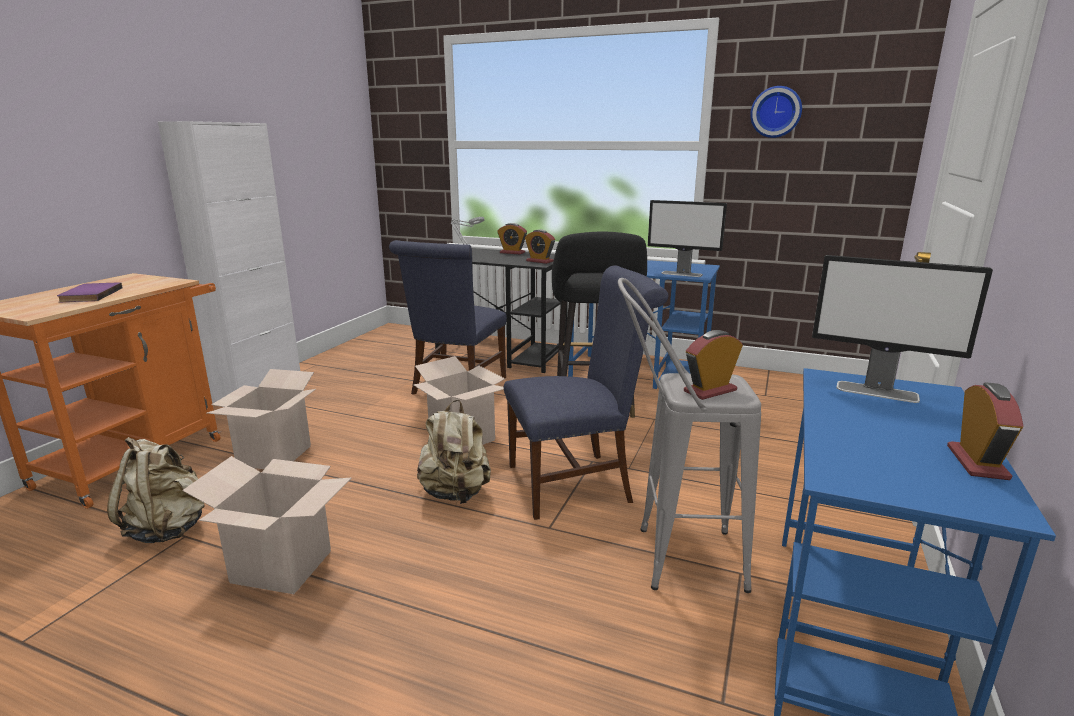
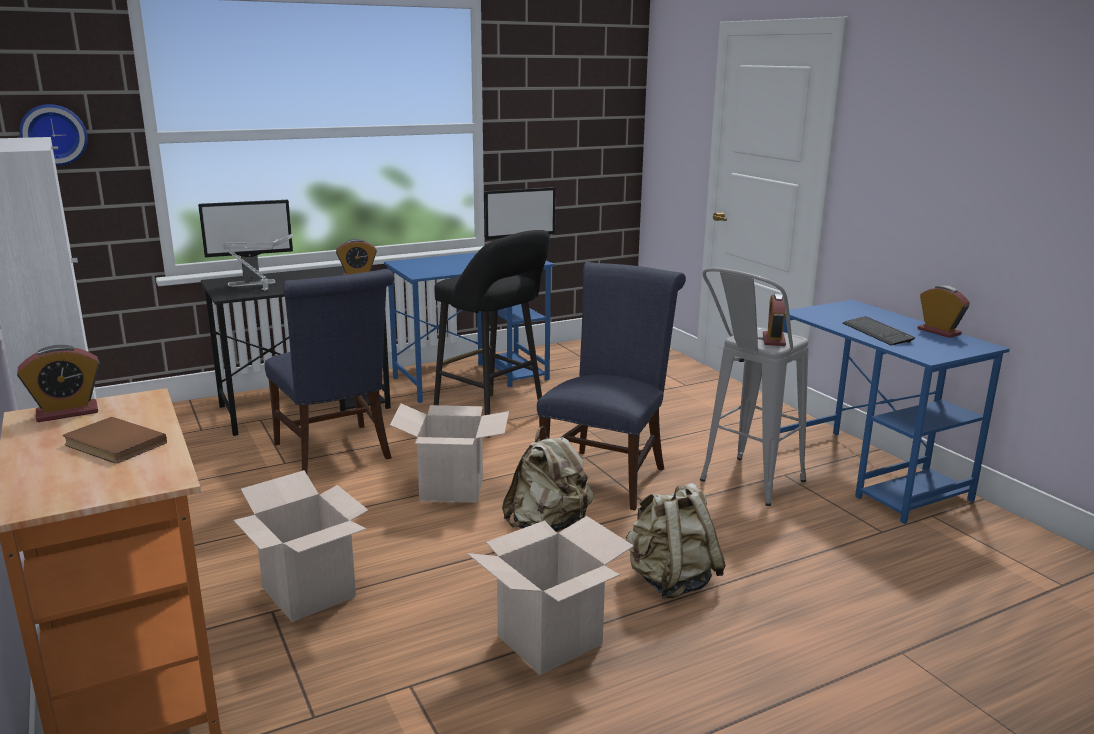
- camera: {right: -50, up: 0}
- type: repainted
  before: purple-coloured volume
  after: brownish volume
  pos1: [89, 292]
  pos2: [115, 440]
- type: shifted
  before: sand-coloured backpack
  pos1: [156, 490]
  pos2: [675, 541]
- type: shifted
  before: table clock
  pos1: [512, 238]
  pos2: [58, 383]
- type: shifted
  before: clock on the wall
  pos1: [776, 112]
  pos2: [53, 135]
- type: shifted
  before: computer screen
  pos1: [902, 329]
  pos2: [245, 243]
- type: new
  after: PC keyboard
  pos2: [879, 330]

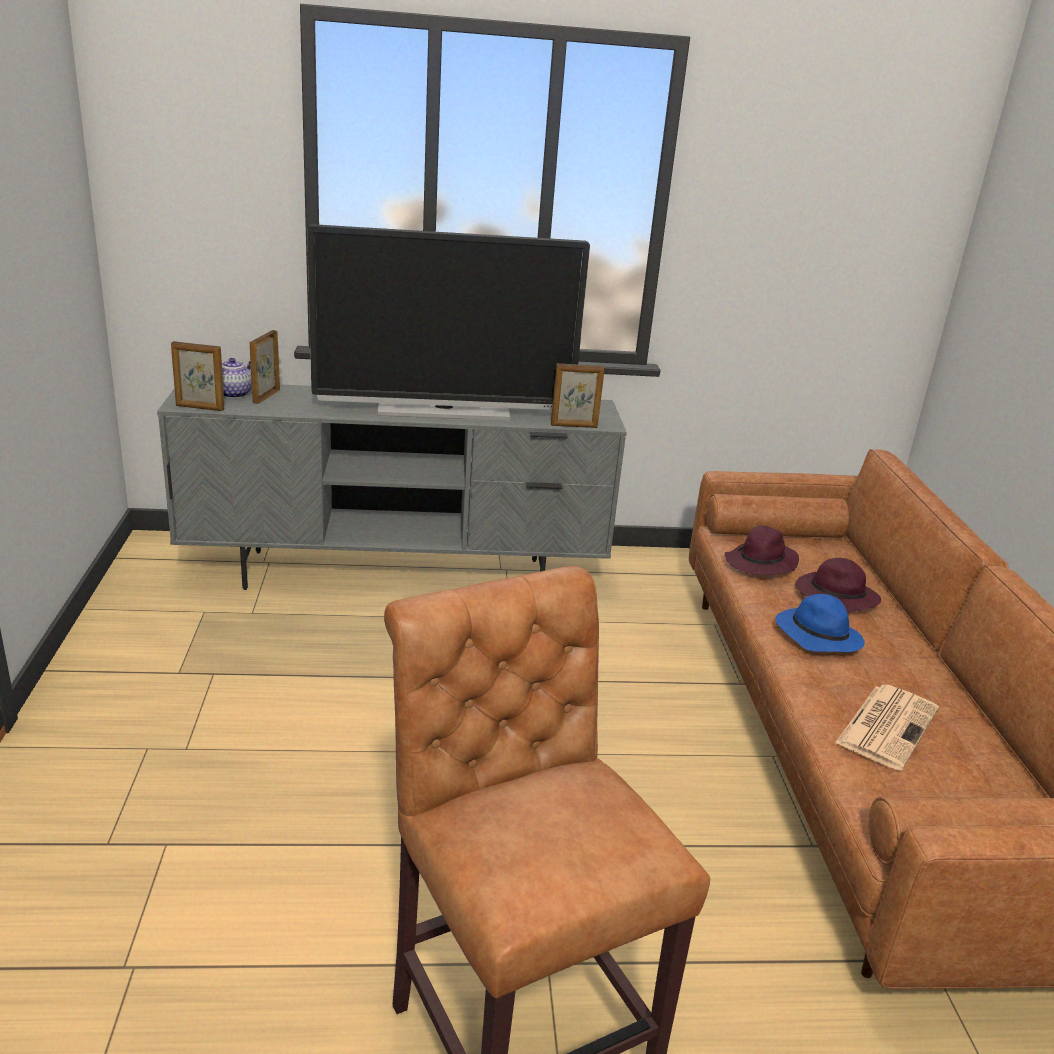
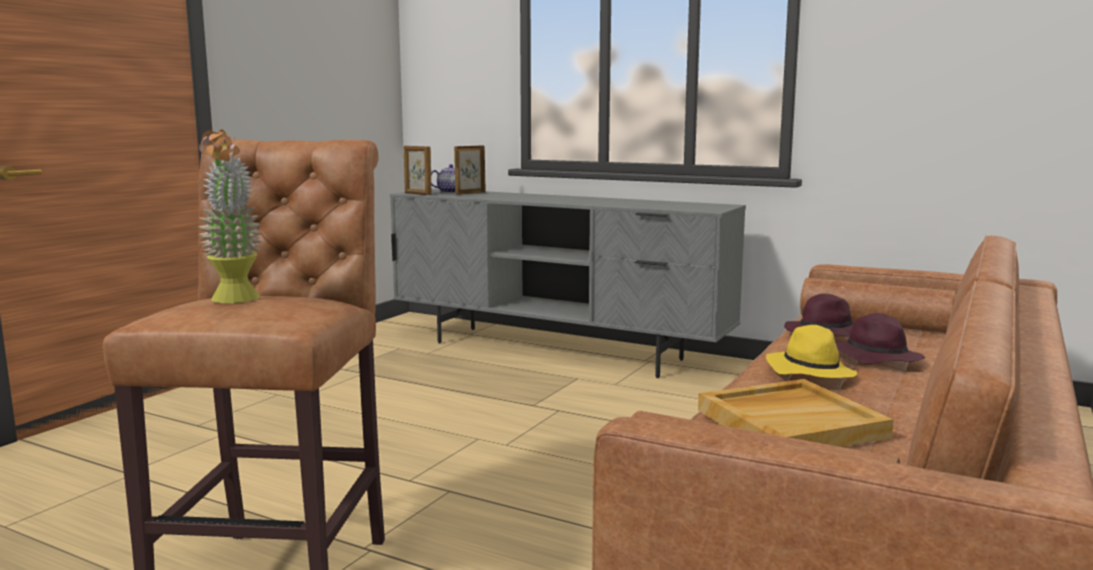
- camera: {right: 35, up: -15}
- type: gone
  before: television
  pos1: [448, 322]
- type: gone
  before: picture frame
  pos1: [578, 395]
- type: repainted
  before: bluish hat
  after: yellow-coloured hat
  pos1: [820, 623]
  pos2: [812, 351]
- type: swapped
  before: daily paper
  after: sand-coloured carrying tray
  pos1: [887, 727]
  pos2: [796, 413]
- type: new
  after: potted plant
  pos2: [230, 216]

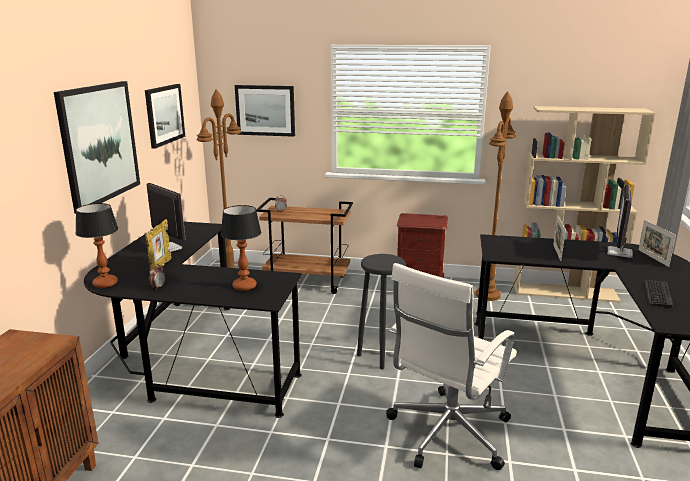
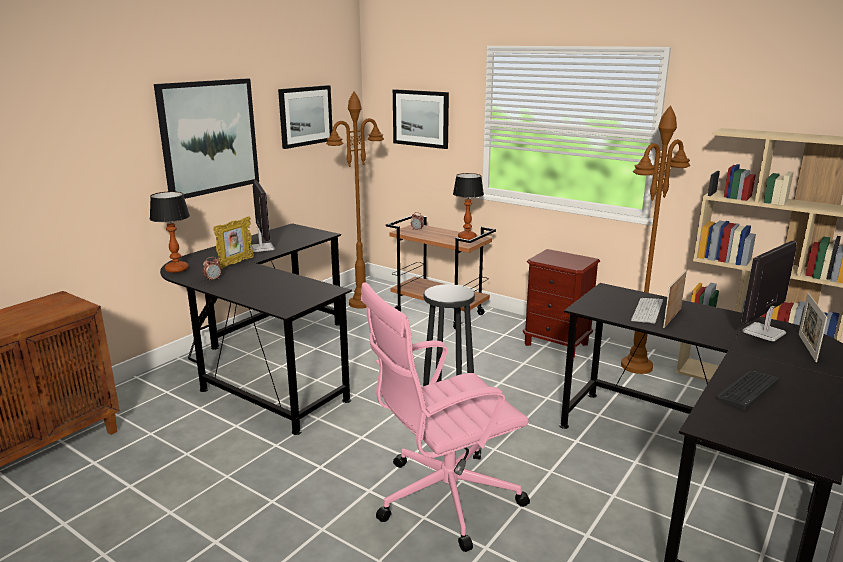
- camera: {right: 25, up: 0}
- type: shifted
  before: lamp for a table
  pos1: [241, 248]
  pos2: [468, 206]
- type: repainted
  before: white computer chair
  after: pink computer chair
  pos1: [451, 366]
  pos2: [445, 417]
- type: new
  after: PC keyboard
  pos2: [647, 310]

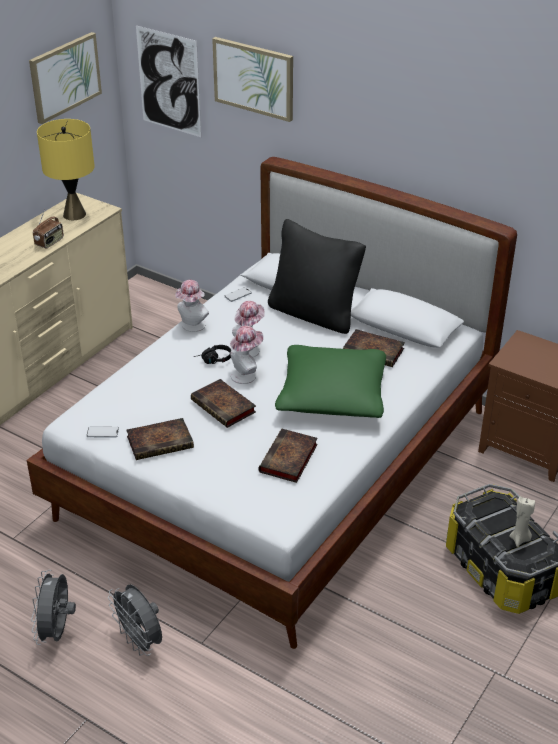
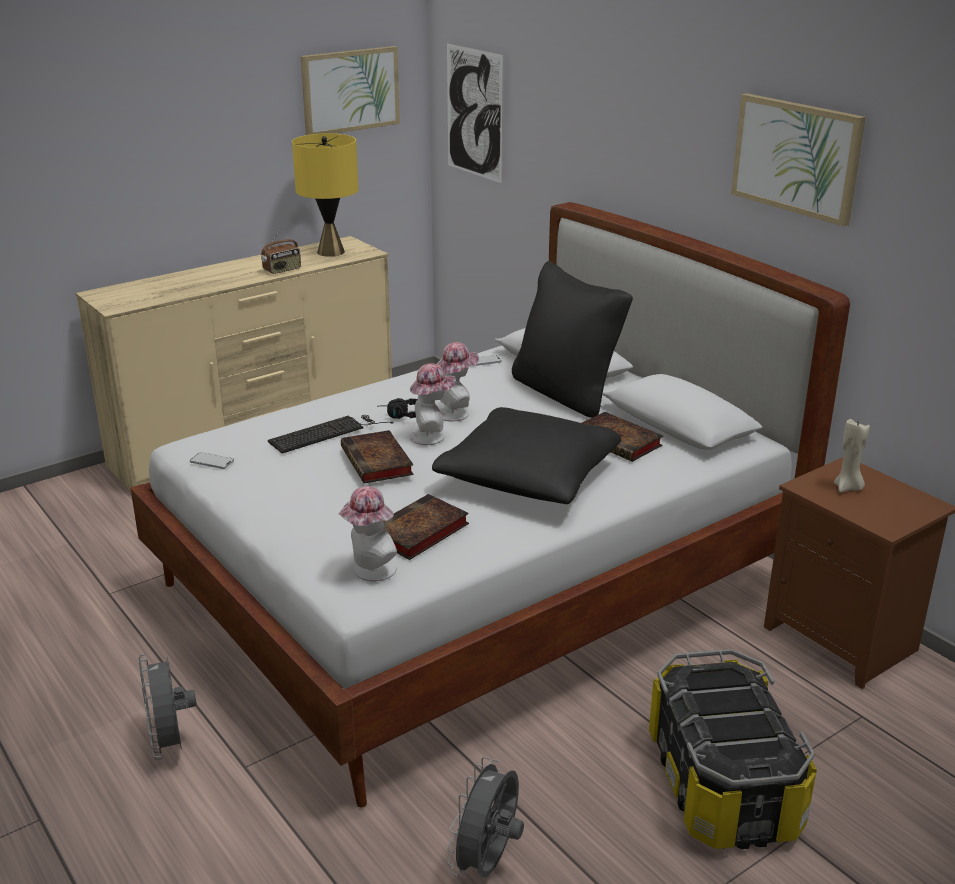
- camera: {right: 20, up: -10}
- type: shifted
  before: grey electric fan
  pos1: [53, 607]
  pos2: [485, 817]
- type: gone
  before: volume
  pos1: [160, 439]
- type: shifted
  before: hat
  pos1: [192, 306]
  pos2: [367, 533]
- type: shifted
  before: wall picture
  pos1: [252, 79]
  pos2: [798, 159]
- type: repainted
  before: green-coloured throw pillow
  after: blackish throw pillow
  pos1: [330, 381]
  pos2: [526, 455]
- type: shifted
  before: sand-coloured wax light
  pos1: [522, 521]
  pos2: [852, 455]
- type: new
  after: PC keyboard
  pos2: [331, 434]

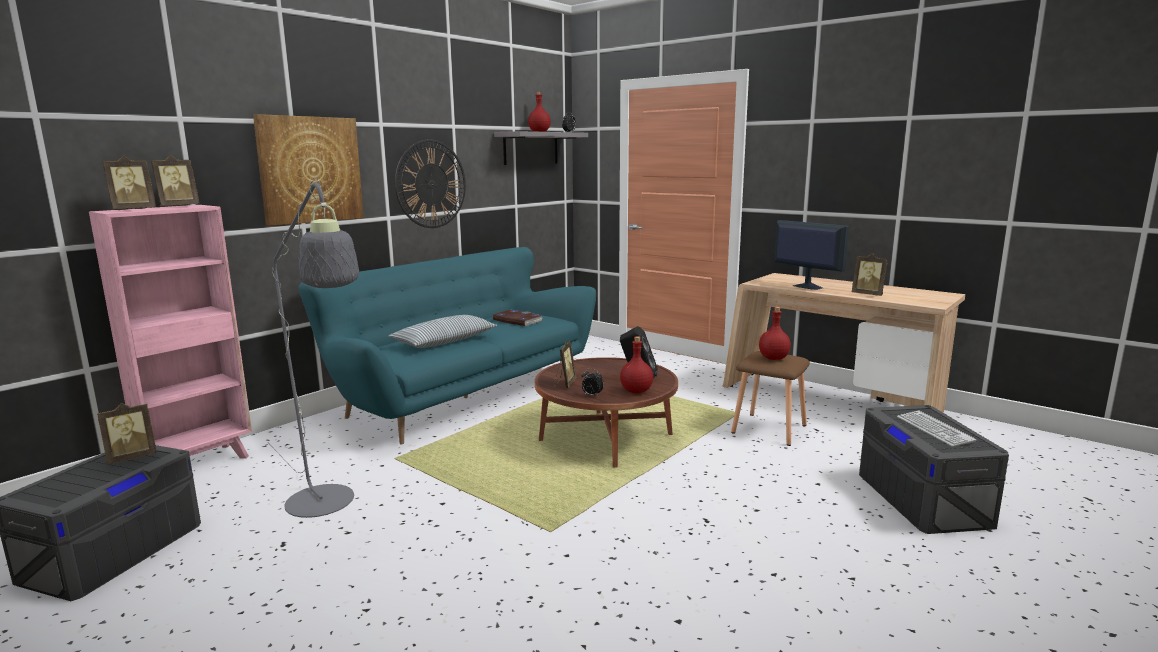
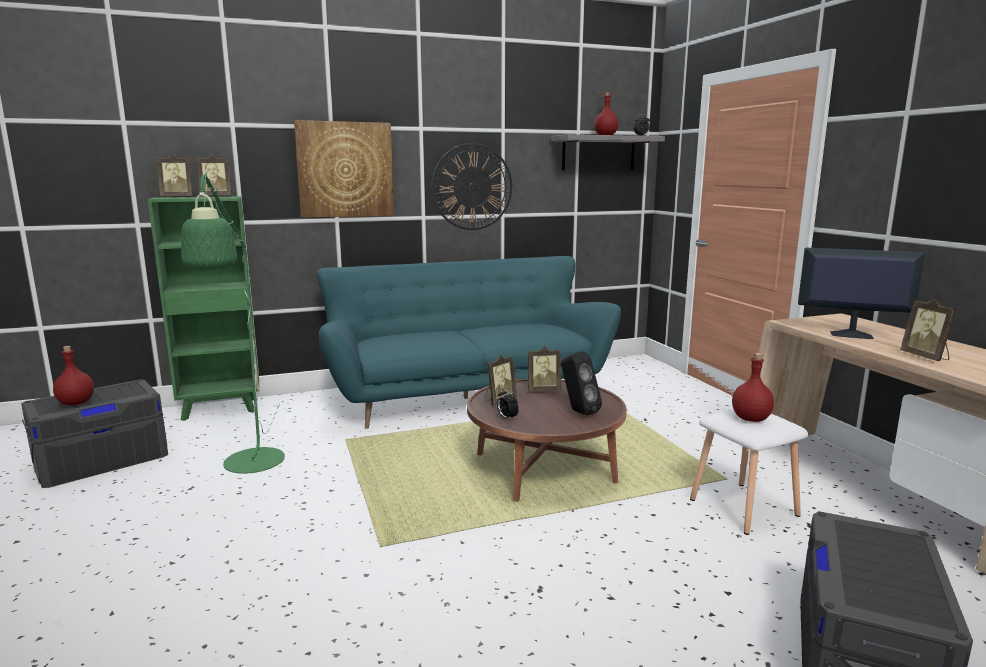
- camera: {right: 30, up: 0}
- type: repainted
  before: pink bookcase
  after: green-coloured bookcase
  pos1: [170, 332]
  pos2: [203, 308]
- type: shifted
  before: picture frame
  pos1: [127, 433]
  pos2: [544, 369]
- type: repainted
  before: grey standard lamp
  after: green-coloured standard lamp
  pos1: [313, 348]
  pos2: [233, 323]
- type: gone
  before: throw pillow
  pos1: [442, 331]
- type: gone
  before: volume
  pos1: [517, 318]
- type: shifted
  before: red drink bottle
  pos1: [636, 364]
  pos2: [73, 375]
- type: repainted
  before: brownish stool
  after: white stool
  pos1: [770, 398]
  pos2: [749, 472]
- type: rotated
  before: computer screen
  pos1: [812, 255]
  pos2: [861, 293]
  turn: -60
- type: gone
  before: PC keyboard
  pos1: [937, 429]

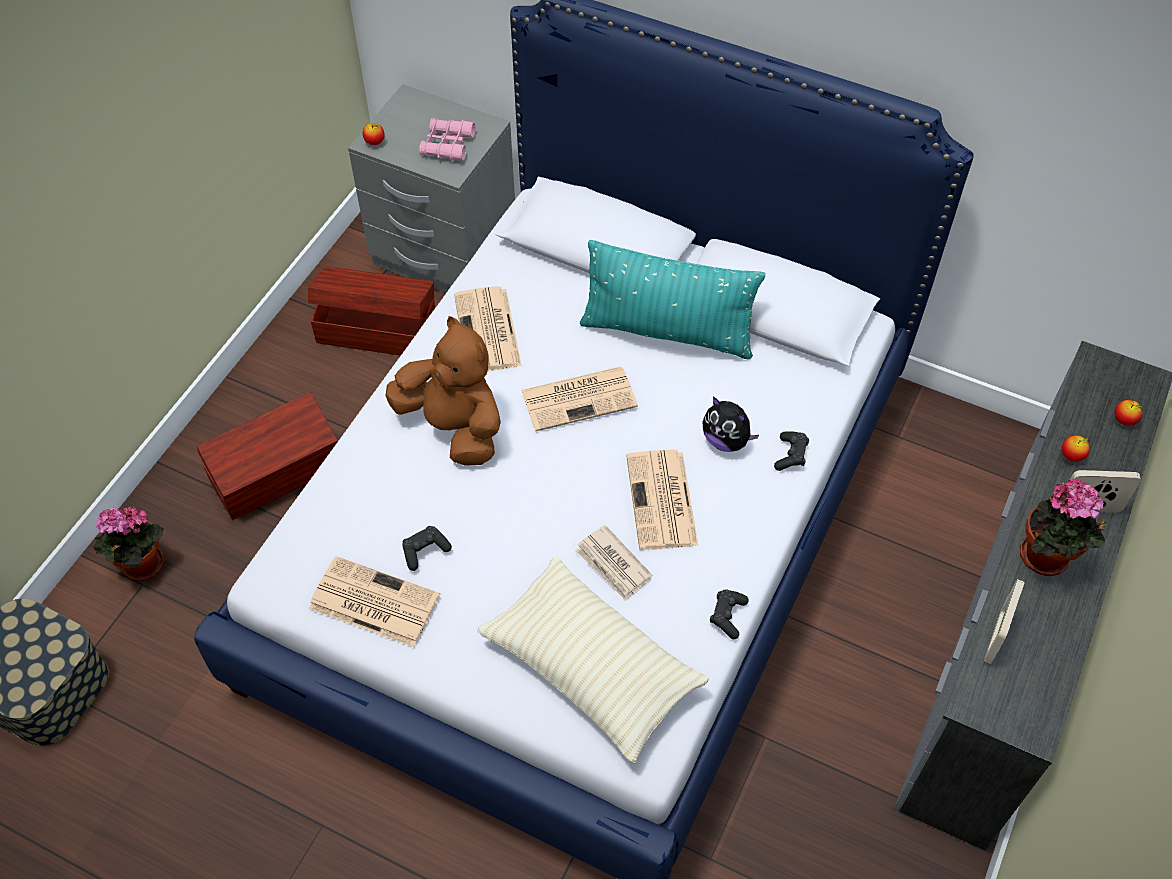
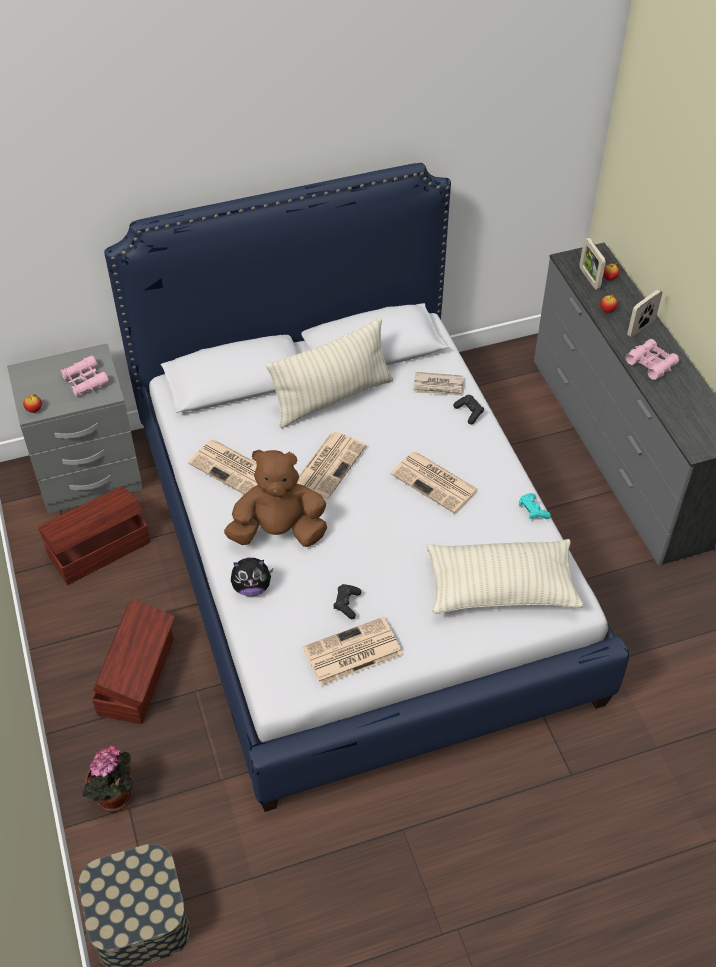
- camera: {right: -45, up: -5}
- type: shifted
  before: daily paper
  pos1: [614, 563]
  pos2: [438, 384]
- type: repainted
  before: blue-green throw pillow
  after: sand-coloured throw pillow
  pos1: [673, 300]
  pos2: [329, 373]
- type: shifted
  before: plush toy
  pos1: [730, 424]
  pos2: [252, 577]
- type: repainted
  before: blackish joypad
  after: blue-green joypad
  pos1: [729, 614]
  pos2: [535, 506]
- type: shifted
  before: picture frame
  pos1: [1004, 622]
  pos2: [592, 263]
- type: swapped
  before: potted plant
  after: pink field glasses
  pos1: [1064, 527]
  pos2: [652, 359]

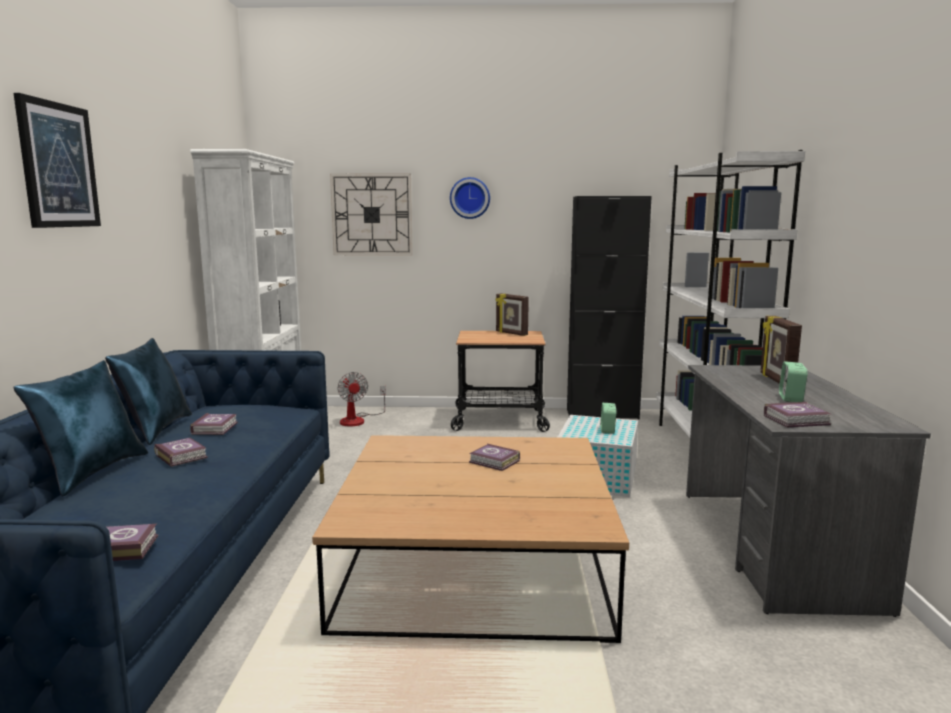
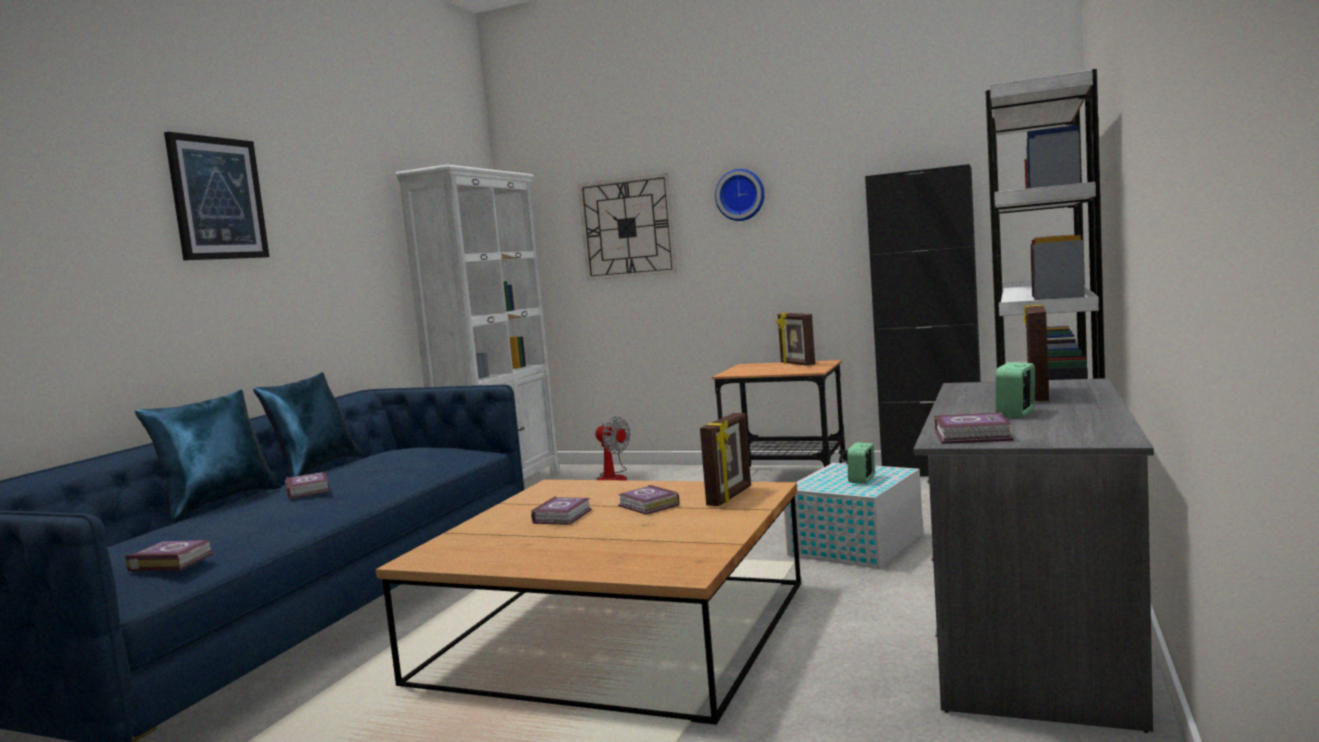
- camera: {right: 20, up: -5}
- type: shifted
  before: volume
  pos1: [214, 424]
  pos2: [561, 511]
- type: rotated
  before: electric fan
  pos1: [361, 399]
  pos2: [613, 448]
  turn: -45
- type: new
  after: picture frame
  pos2: [725, 459]

